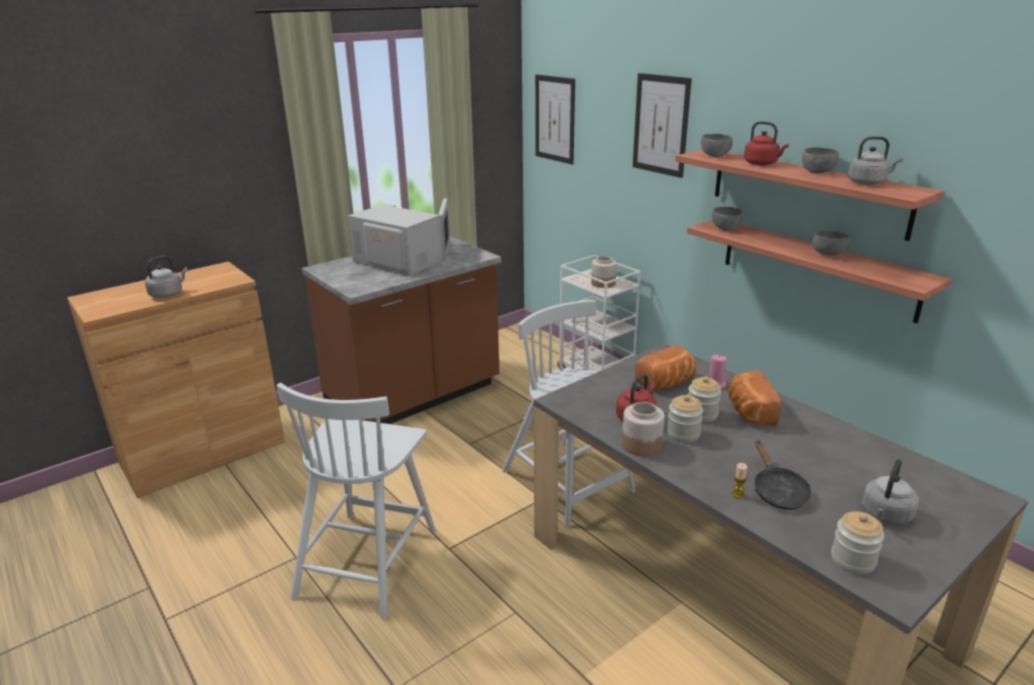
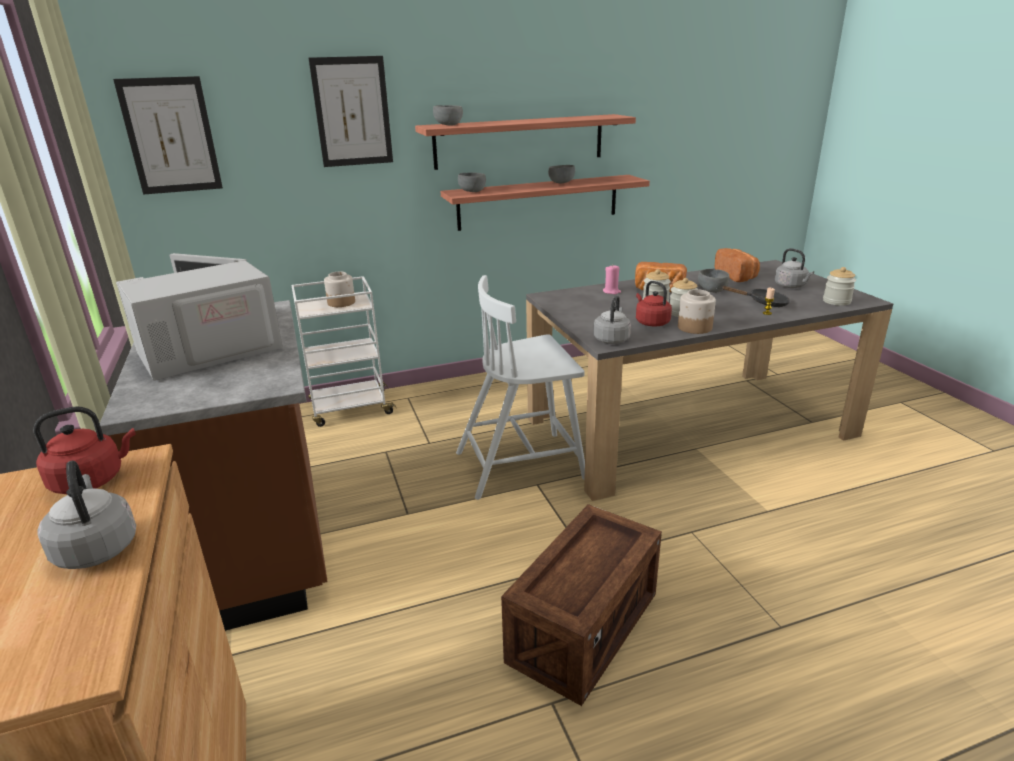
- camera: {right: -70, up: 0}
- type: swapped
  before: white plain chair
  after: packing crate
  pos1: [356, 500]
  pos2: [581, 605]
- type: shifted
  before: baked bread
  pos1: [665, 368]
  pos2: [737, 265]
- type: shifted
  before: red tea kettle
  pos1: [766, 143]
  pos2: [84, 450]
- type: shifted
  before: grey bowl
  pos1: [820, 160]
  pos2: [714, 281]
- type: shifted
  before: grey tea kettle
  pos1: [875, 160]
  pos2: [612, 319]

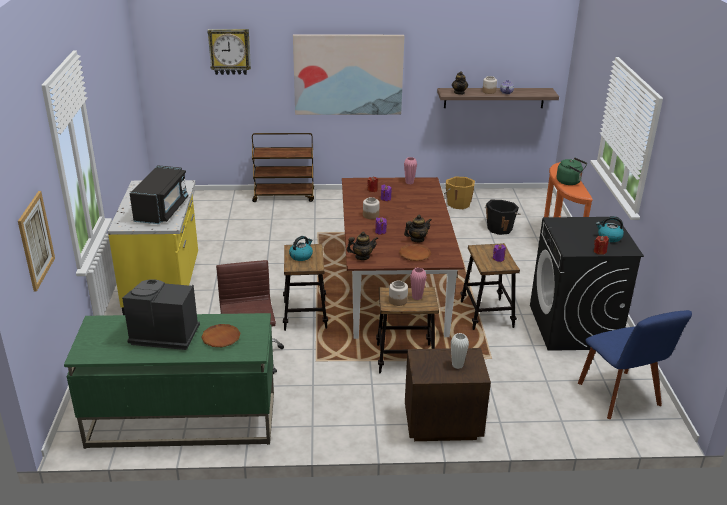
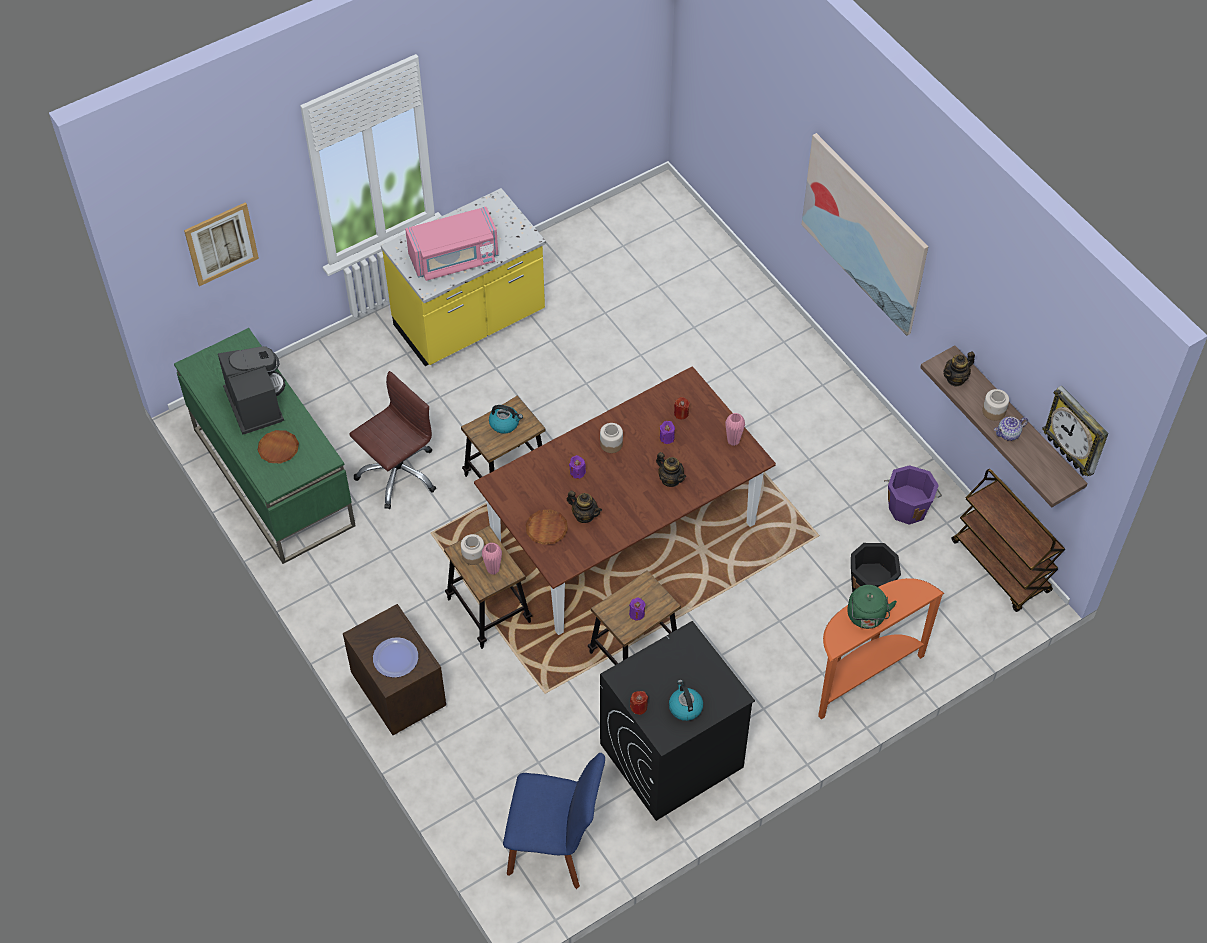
- camera: {right: 60, up: 25}
- type: repainted
  before: blackish kitchen microwave
  after: pink kitchen microwave
  pos1: [159, 194]
  pos2: [451, 244]
- type: shifted
  before: clock on the wall
  pos1: [229, 52]
  pos2: [1075, 431]
- type: shifted
  before: brownish wheeled cart
  pos1: [283, 167]
  pos2: [1008, 540]
- type: shifted
  before: teapot
  pos1: [362, 245]
  pos2: [671, 469]
- type: repainted
  before: orange pail
  after: purple-coloured pail
  pos1: [459, 192]
  pos2: [913, 494]
- type: swapped
  before: white vase
  after: dinner plate
  pos1: [460, 351]
  pos2: [395, 657]
- type: rotated
  before: bluish plain chair
  pos1: [635, 364]
  pos2: [554, 821]
  turn: -120

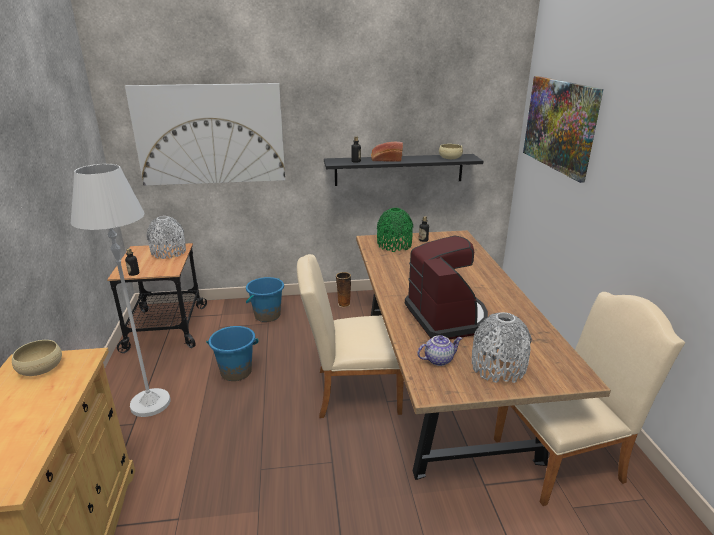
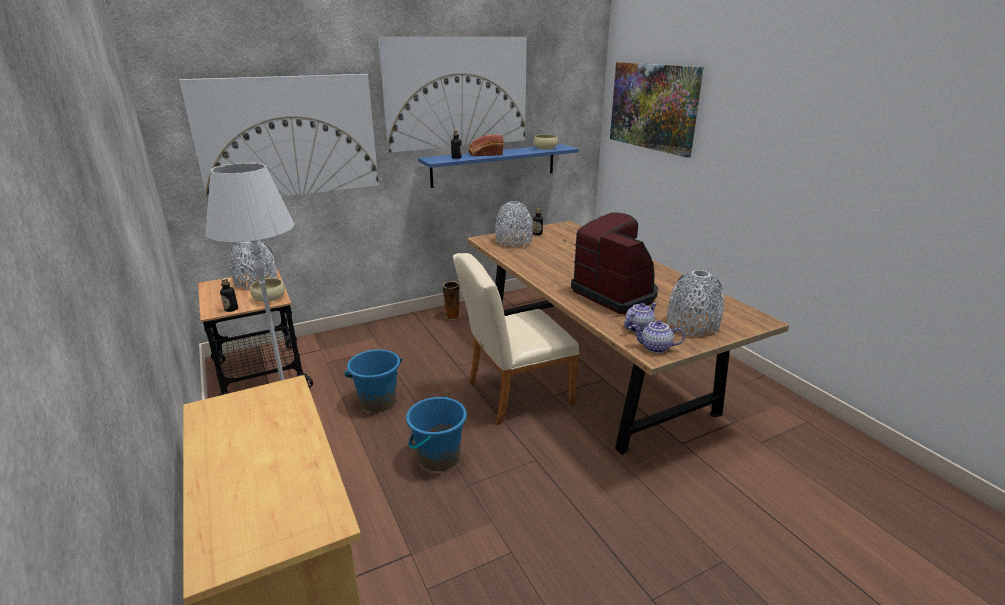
- camera: {right: -20, up: 0}
- type: shifted
  before: sand-coloured bowl
  pos1: [37, 358]
  pos2: [268, 290]
- type: shifted
  before: bluish pail
  pos1: [265, 299]
  pos2: [436, 433]
- type: repainted
  before: blackish bracket shelf
  after: bluish bracket shelf
  pos1: [403, 170]
  pos2: [498, 166]
- type: repainted
  before: green-coloured vase
  after: grey vase
  pos1: [395, 230]
  pos2: [513, 224]
- type: gone
  before: sand-coloured plain chair
  pos1: [589, 399]
- type: new
  after: wall picture
  pos2: [452, 95]
- type: new
  after: teapot
  pos2: [658, 336]

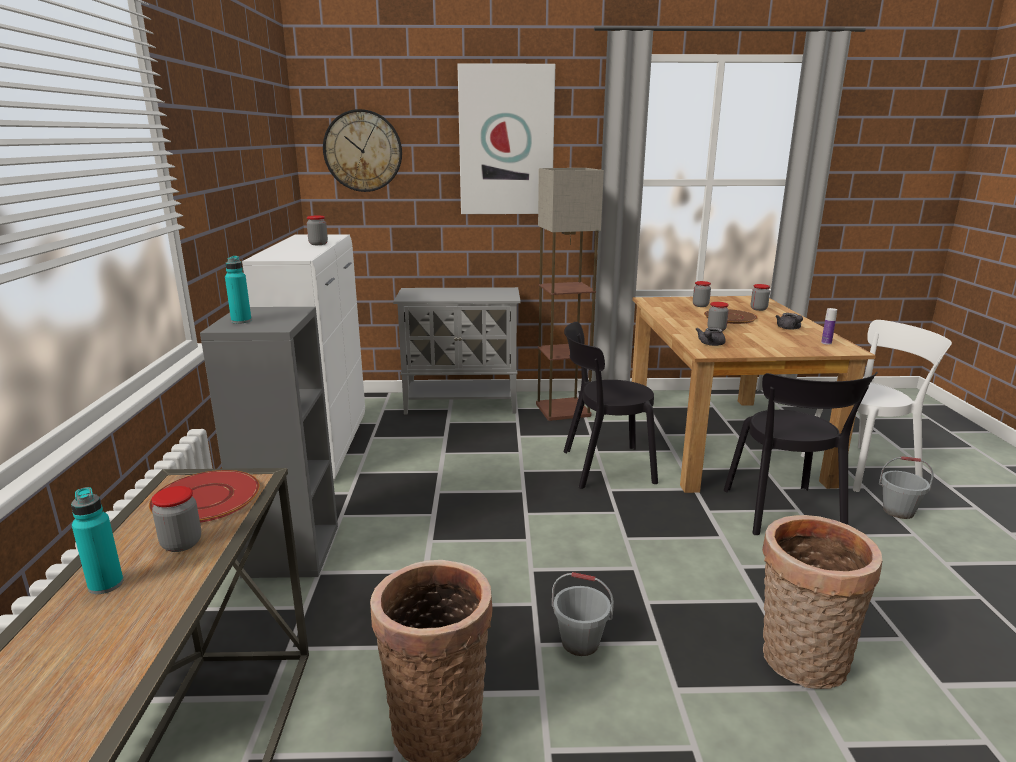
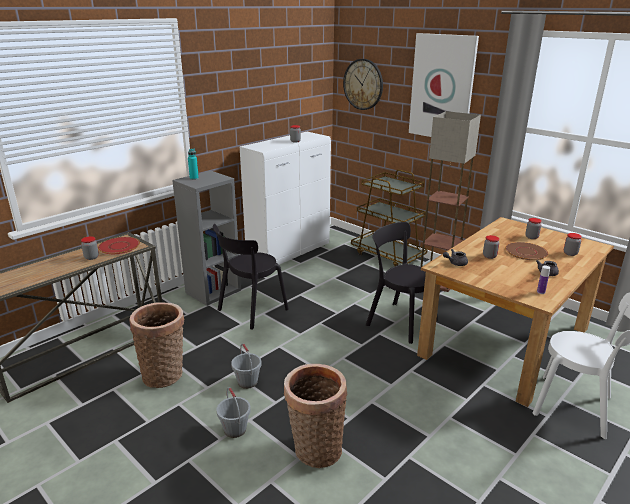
- camera: {right: 45, up: 5}
- type: gone
  before: blue-green drink bottle
  pos1: [97, 540]
- type: swapped
  before: grey cabinet
  after: brownish wheeled cart
  pos1: [457, 350]
  pos2: [389, 217]
- type: shifted
  before: blackish plain chair
  pos1: [801, 453]
  pos2: [251, 277]
- type: shifted
  before: grey pail
  pos1: [906, 487]
  pos2: [233, 412]

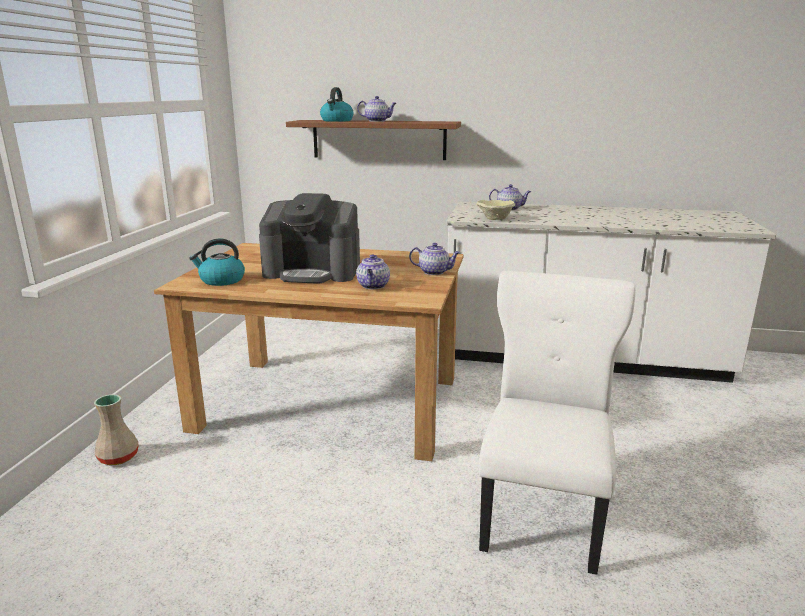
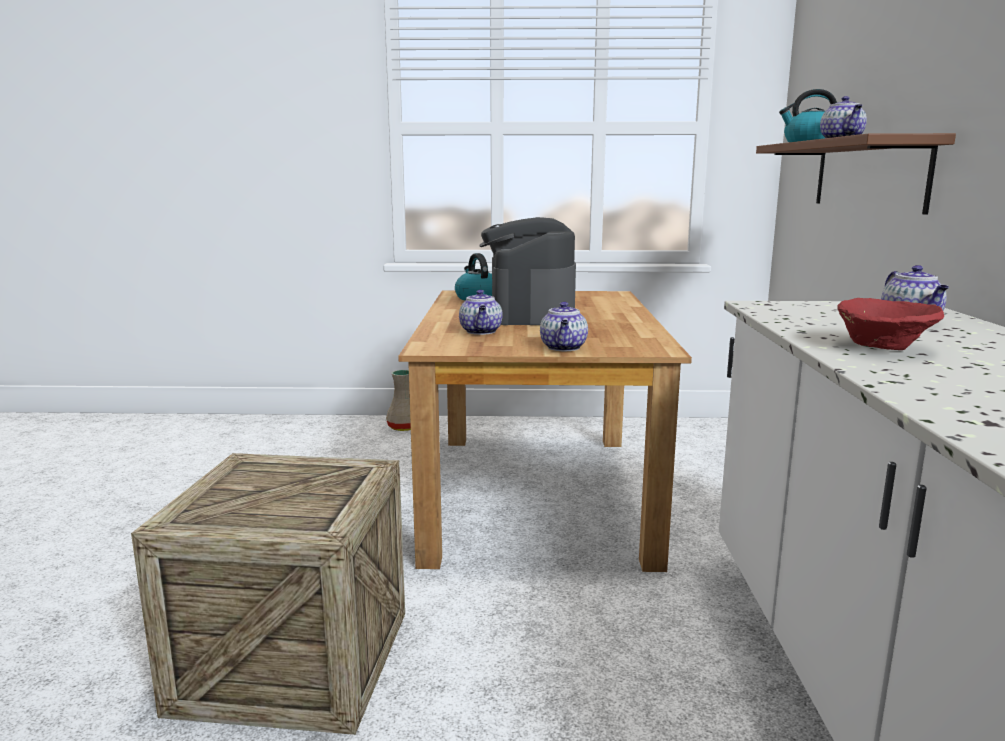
- camera: {right: 80, up: -5}
- type: rotated
  before: teapot
  pos1: [373, 271]
  pos2: [481, 312]
  turn: -90
- type: gone
  before: sand-coloured bowl
  pos1: [495, 210]
- type: swapped
  before: white plain chair
  after: packing crate
  pos1: [557, 423]
  pos2: [268, 594]
- type: new
  after: red bowl
  pos2: [890, 324]

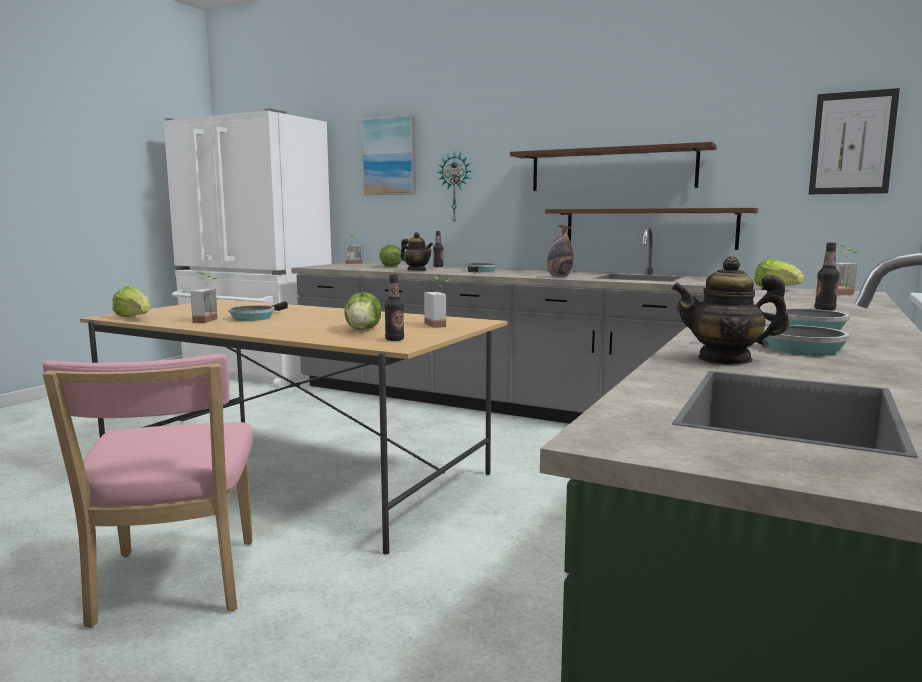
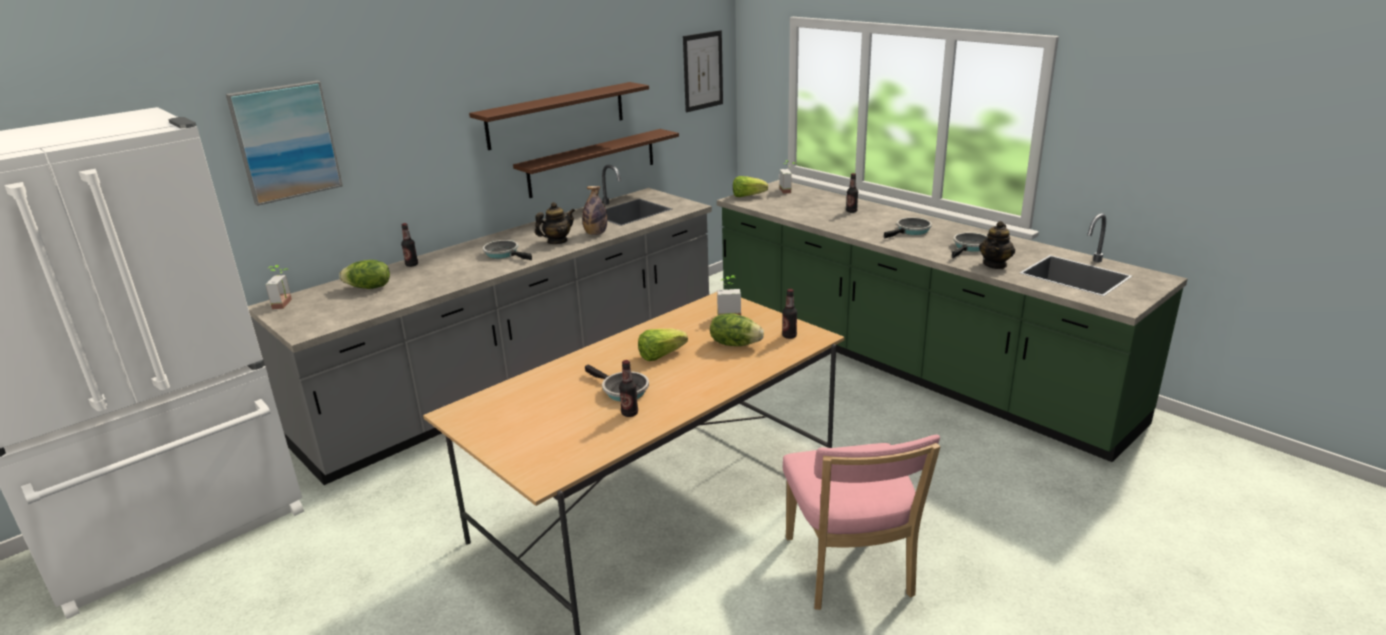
- camera: {right: -70, up: 15}
- type: rotated
  before: pink plain chair
  pos1: [148, 491]
  pos2: [861, 522]
  turn: 75
- type: shifted
  before: lettuce
  pos1: [131, 301]
  pos2: [663, 344]
- type: swapped
  before: potted plant
  after: drink bottle
  pos1: [204, 297]
  pos2: [628, 388]
- type: shifted
  before: teapot
  pos1: [416, 251]
  pos2: [555, 223]
- type: gone
  before: clock on the wall
  pos1: [454, 187]

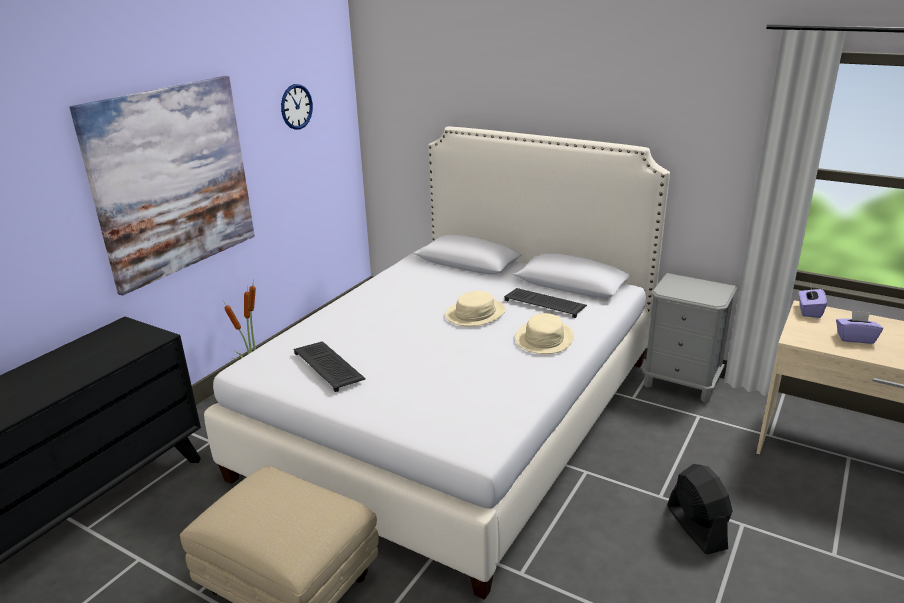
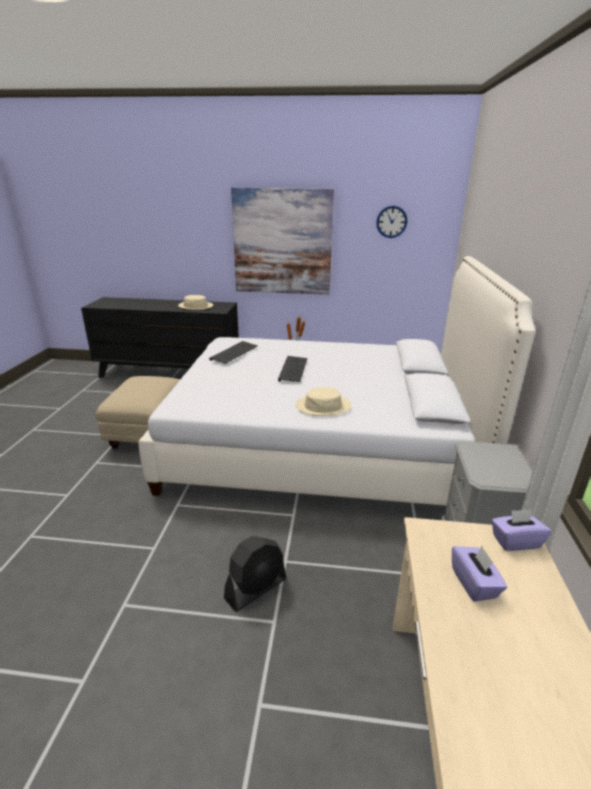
- camera: {right: 65, up: 0}
- type: shifted
  before: sand-coloured hat
  pos1: [475, 308]
  pos2: [195, 302]
- type: shifted
  before: PC keyboard
  pos1: [545, 303]
  pos2: [292, 369]

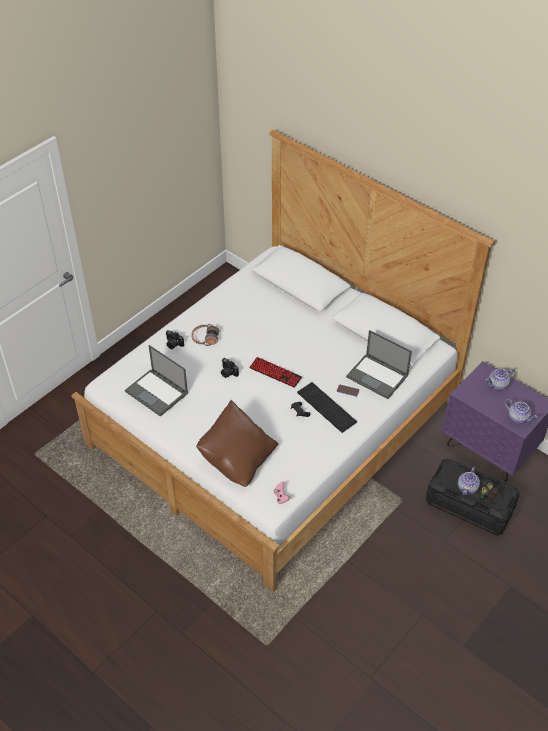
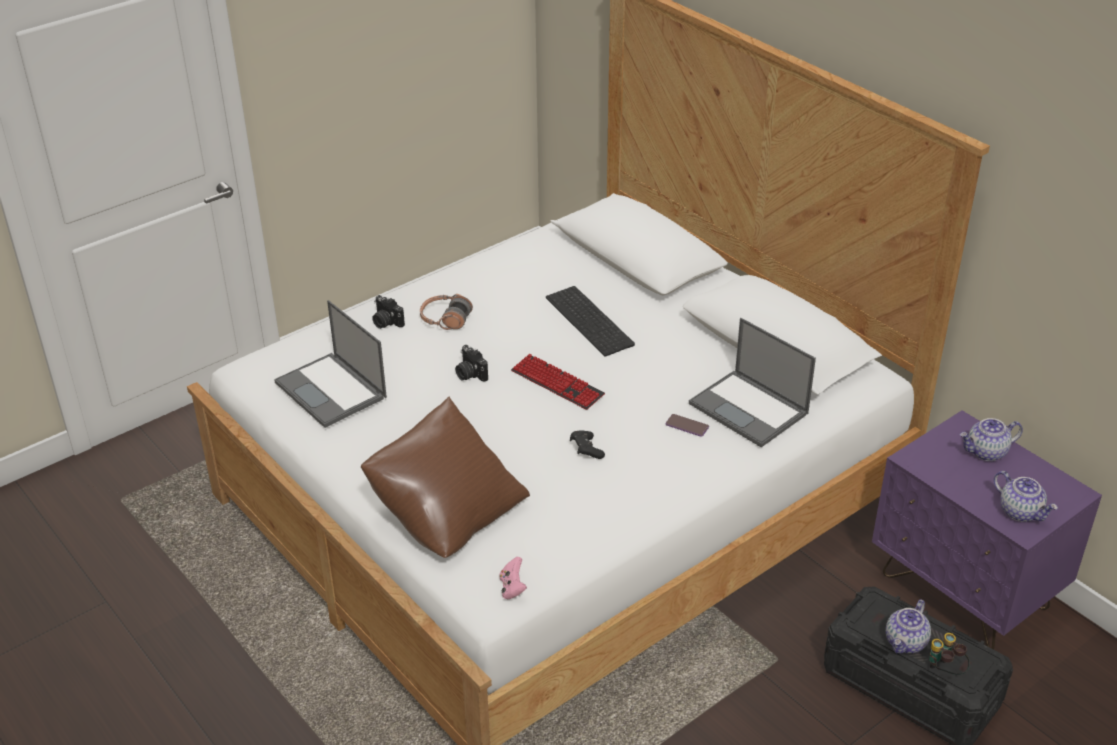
- camera: {right: 10, up: -10}
- type: shifted
  before: PC keyboard
  pos1: [327, 407]
  pos2: [590, 321]

